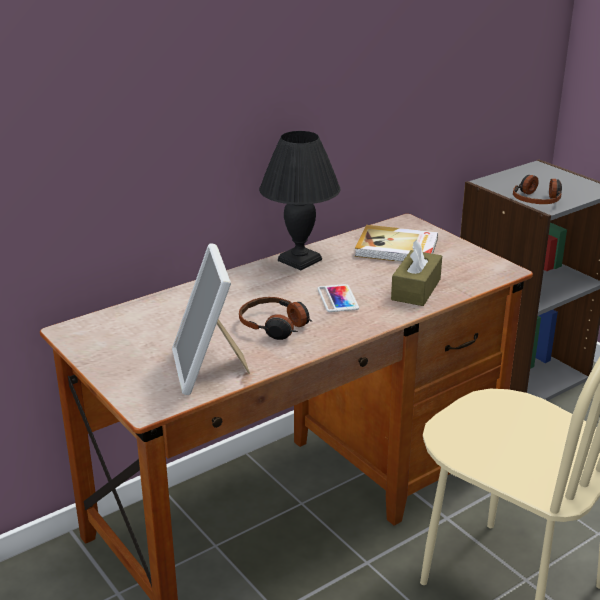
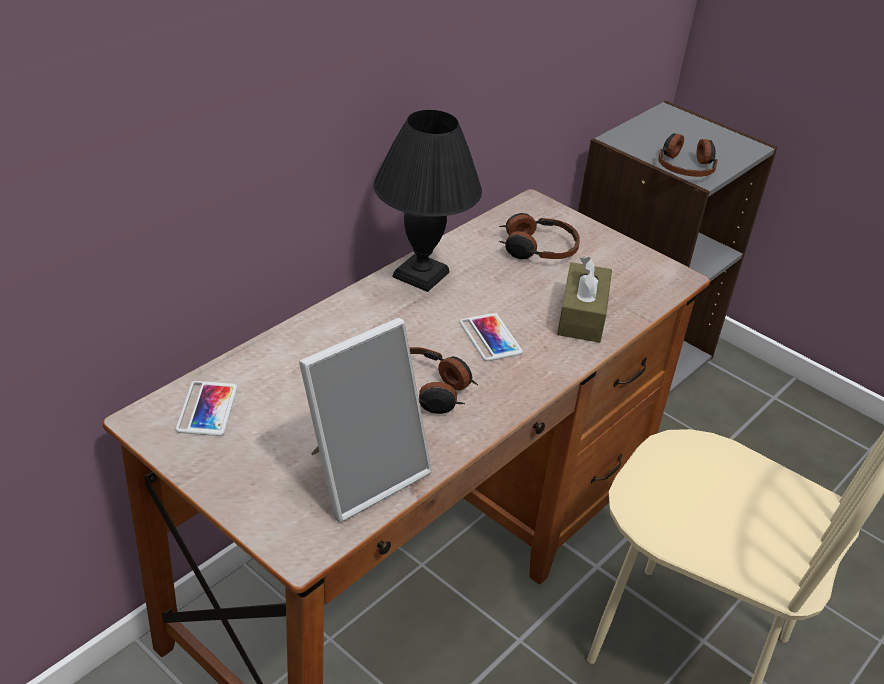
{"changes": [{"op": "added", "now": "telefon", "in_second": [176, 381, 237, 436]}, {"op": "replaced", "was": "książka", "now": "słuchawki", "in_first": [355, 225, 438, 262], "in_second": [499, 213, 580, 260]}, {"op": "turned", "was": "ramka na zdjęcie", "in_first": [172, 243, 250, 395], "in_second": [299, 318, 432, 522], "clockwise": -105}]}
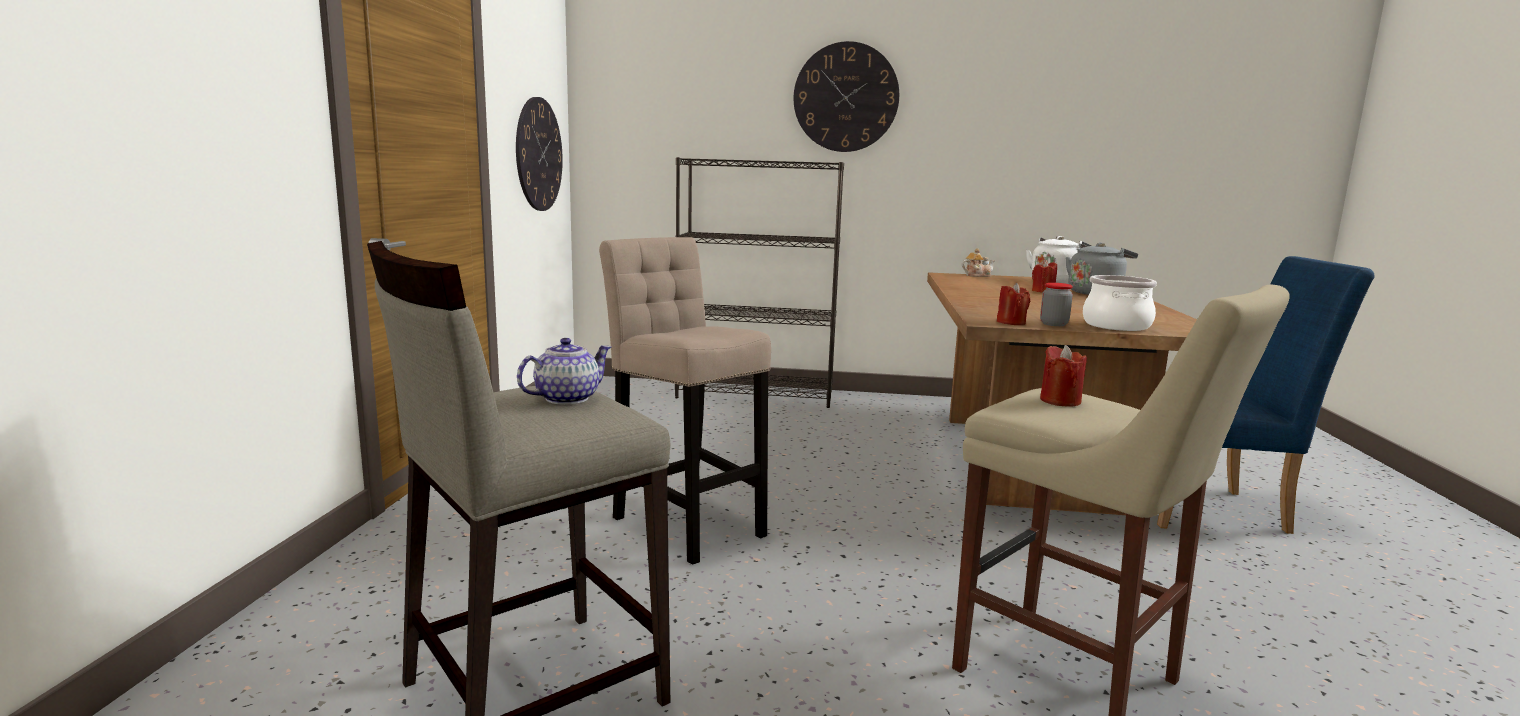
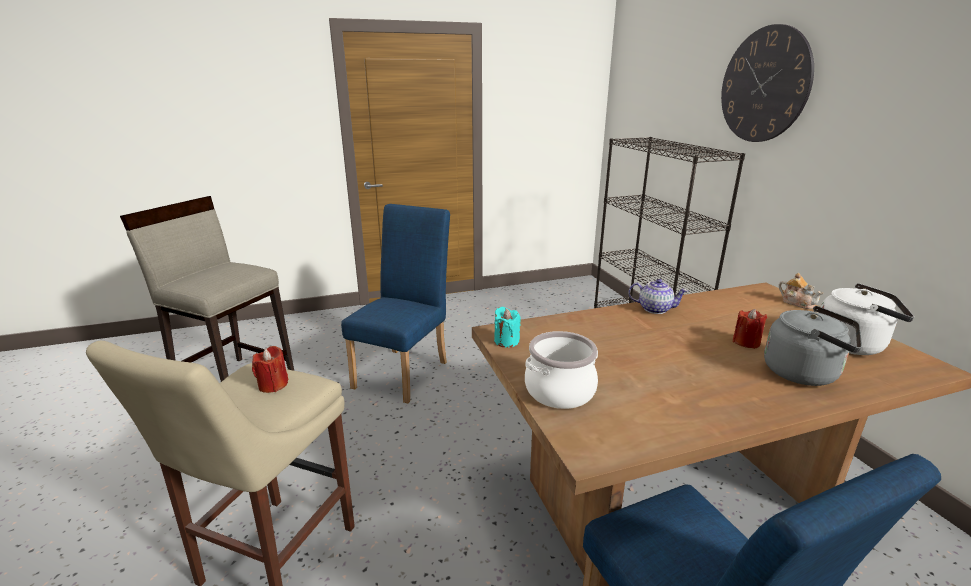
{"changes": [{"op": "removed", "was": "zegar ścienny", "in_first": [516, 97, 563, 211]}, {"op": "removed", "was": "słoik", "in_first": [1040, 283, 1073, 326]}, {"op": "moved", "was": "imbryk", "in_first": [517, 338, 611, 405], "in_second": [628, 279, 688, 314]}, {"op": "replaced", "was": "stołek/beżowy", "now": "krzesło/niebieski", "in_first": [599, 237, 771, 565], "in_second": [341, 204, 450, 403]}, {"op": "recoloured", "was": "świeca/czerwony", "now": "świeca/turkusowy", "in_first": [997, 283, 1030, 325], "in_second": [494, 307, 520, 347]}]}
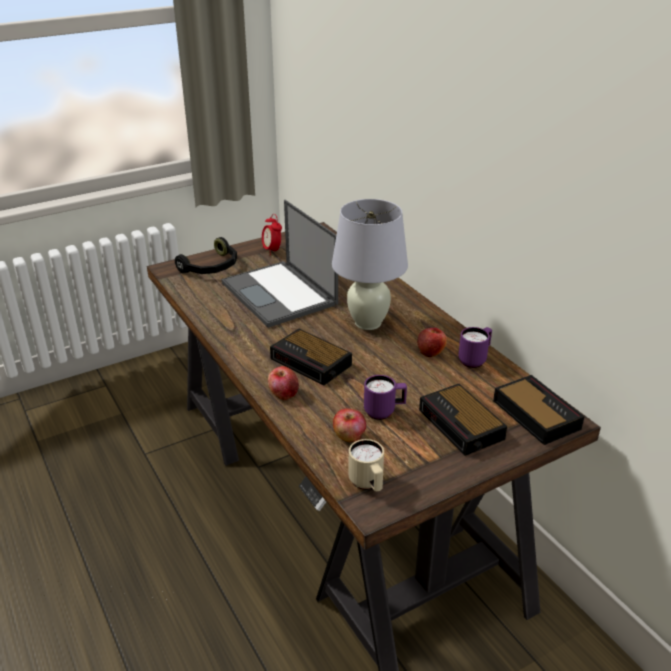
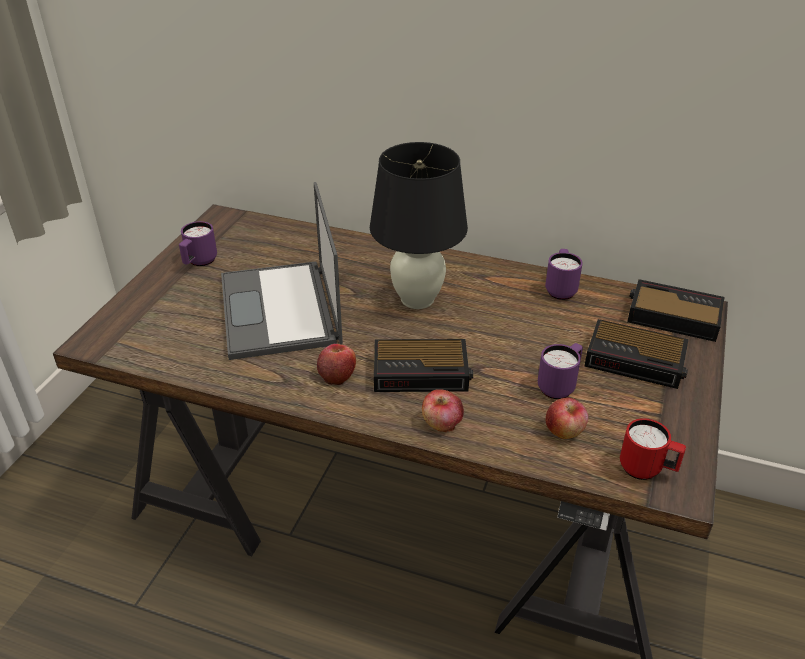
{"changes": [{"op": "removed", "was": "słuchawki/czarny", "in_first": [175, 237, 237, 274]}, {"op": "moved", "was": "jabłko", "in_first": [417, 328, 447, 357], "in_second": [317, 344, 356, 385]}, {"op": "replaced", "was": "budzik", "now": "kubek/fioletowy", "in_first": [262, 214, 282, 256], "in_second": [179, 221, 217, 266]}, {"op": "recoloured", "was": "lampa stołowa/biały", "now": "lampa stołowa/czarny", "in_first": [332, 199, 408, 330], "in_second": [370, 142, 468, 309]}, {"op": "recoloured", "was": "kubek/beżowy", "now": "kubek/czerwony", "in_first": [348, 439, 384, 492], "in_second": [620, 418, 686, 480]}, {"op": "turned", "was": "laptop", "in_first": [221, 200, 338, 328], "in_second": [221, 182, 343, 360], "clockwise": 60}]}
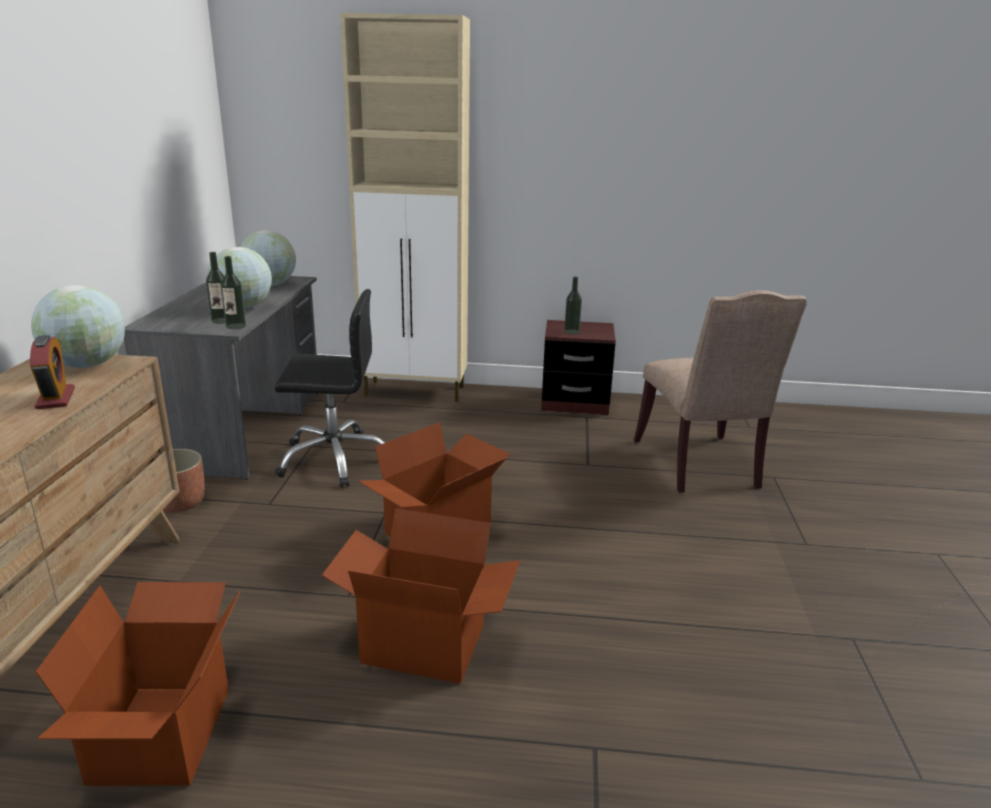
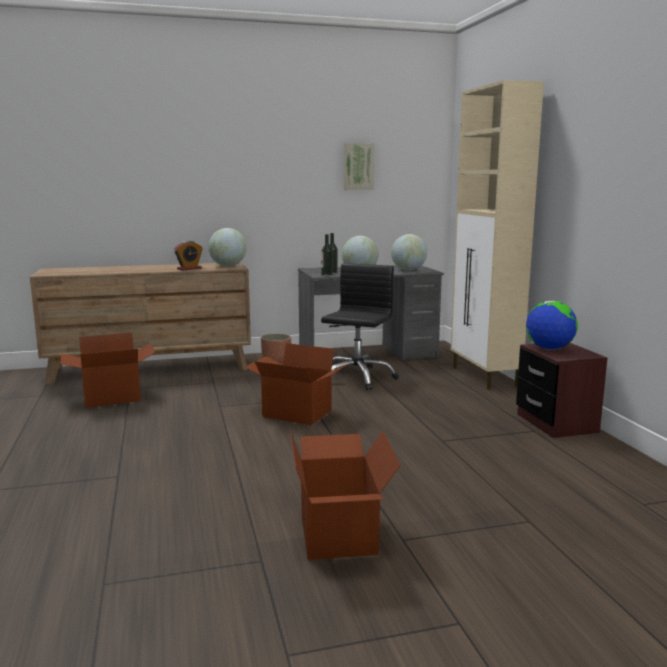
{"changes": [{"op": "removed", "was": "krzesło/beżowy", "in_first": [634, 290, 807, 493]}, {"op": "added", "now": "obraz", "in_second": [343, 143, 374, 190]}, {"op": "moved", "was": "karton", "in_first": [322, 508, 520, 684], "in_second": [290, 431, 401, 560]}, {"op": "replaced", "was": "butelka", "now": "globus", "in_first": [564, 276, 582, 334], "in_second": [526, 301, 578, 350]}, {"op": "turned", "was": "krzesło biurowe/czarny", "in_first": [275, 289, 385, 487], "in_second": [321, 263, 399, 390], "clockwise": -135}]}
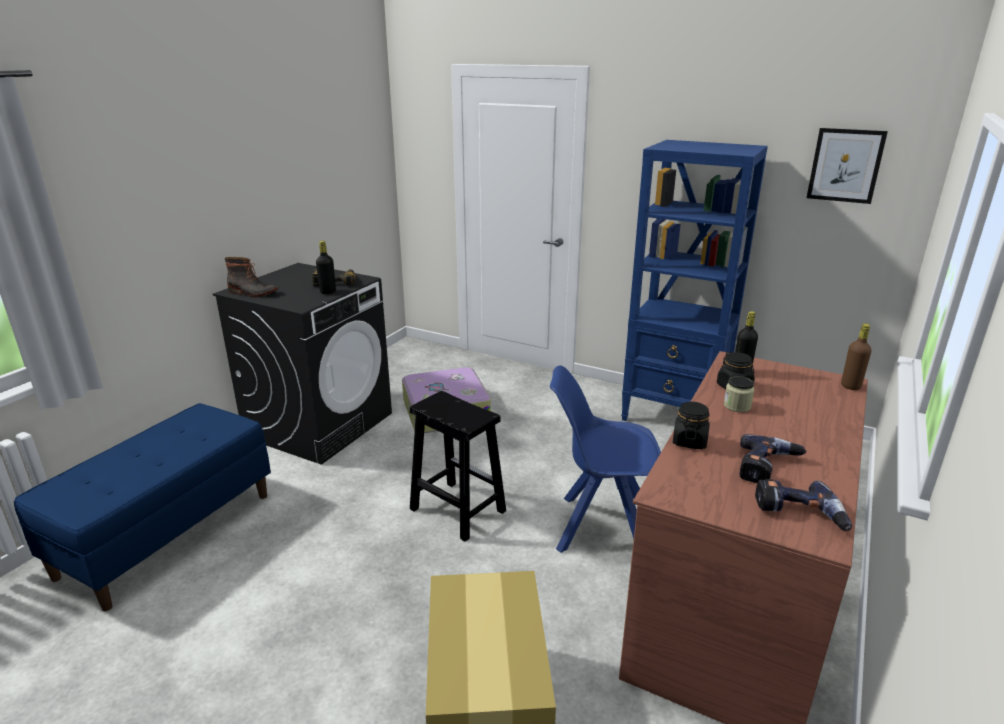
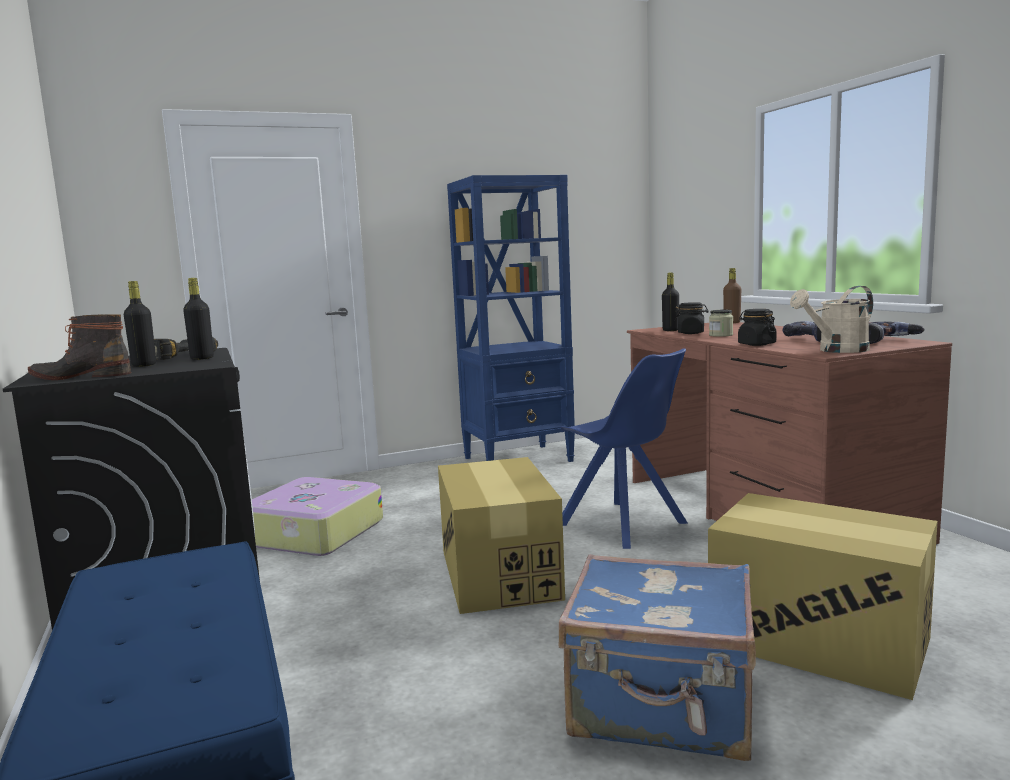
{"changes": [{"op": "removed", "was": "obraz", "in_first": [807, 128, 888, 204]}, {"op": "added", "now": "butelka/czarny", "in_second": [124, 281, 156, 367]}, {"op": "added", "now": "walizka/niebieski", "in_second": [559, 554, 756, 761]}, {"op": "added", "now": "konewka/beżowy", "in_second": [790, 286, 873, 353]}, {"op": "replaced", "was": "stołek/czarny", "now": "karton", "in_first": [410, 391, 506, 542], "in_second": [438, 457, 565, 614]}, {"op": "turned", "was": "but z cholewką", "in_first": [224, 257, 278, 297], "in_second": [28, 314, 131, 380], "clockwise": -150}, {"op": "turned", "was": "krzesło/niebieski", "in_first": [550, 365, 661, 553], "in_second": [560, 348, 688, 549], "clockwise": -90}]}
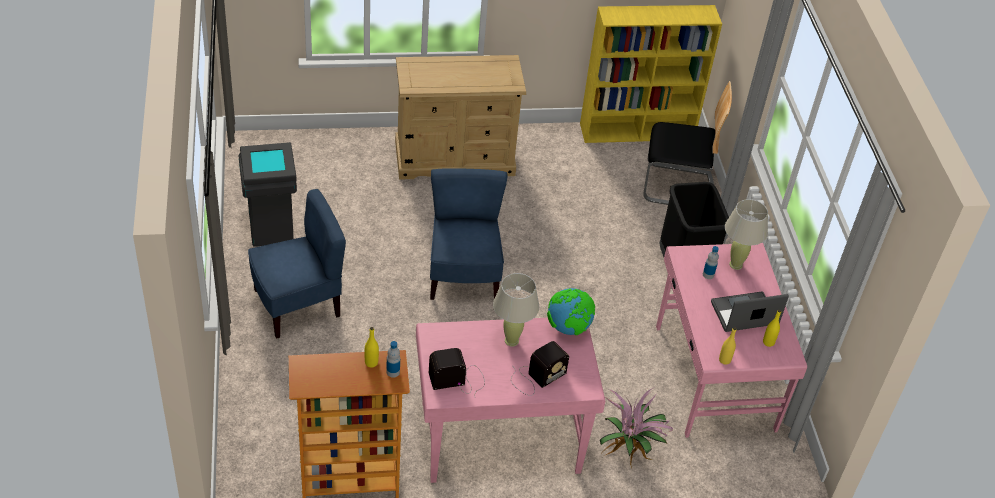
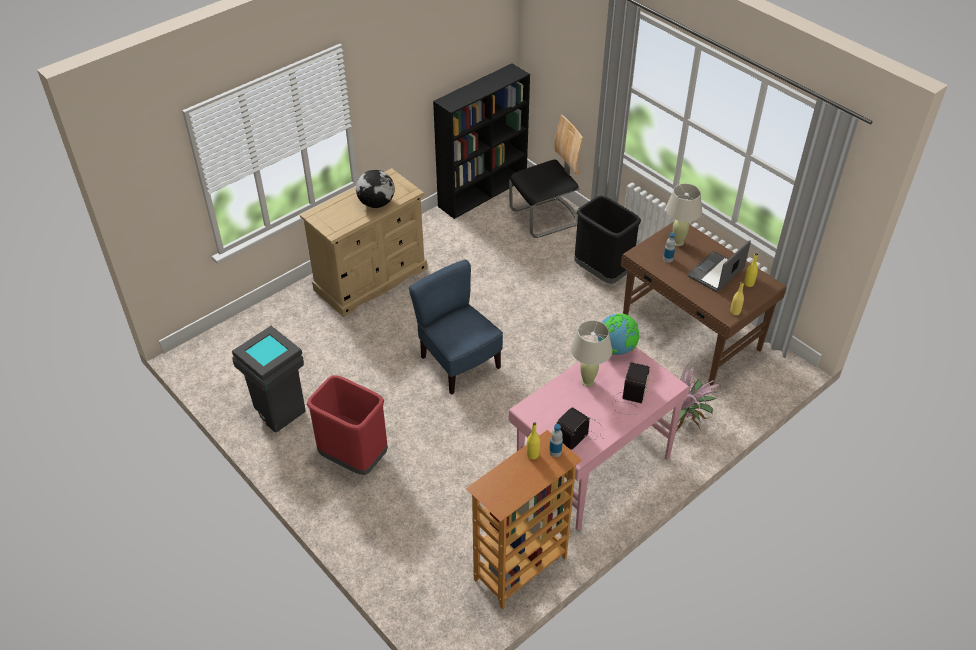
{"changes": [{"op": "added", "now": "globus", "in_second": [356, 170, 395, 208]}, {"op": "replaced", "was": "krzesło/niebieski", "now": "kosz na śmieci/czerwony", "in_first": [248, 189, 346, 339], "in_second": [307, 375, 388, 475]}, {"op": "recoloured", "was": "regał/żółty", "now": "regał/czarny", "in_first": [580, 5, 722, 143], "in_second": [433, 63, 530, 219]}, {"op": "recoloured", "was": "biurko/różowy", "now": "biurko/brązowy", "in_first": [656, 243, 807, 438], "in_second": [621, 222, 786, 386]}]}
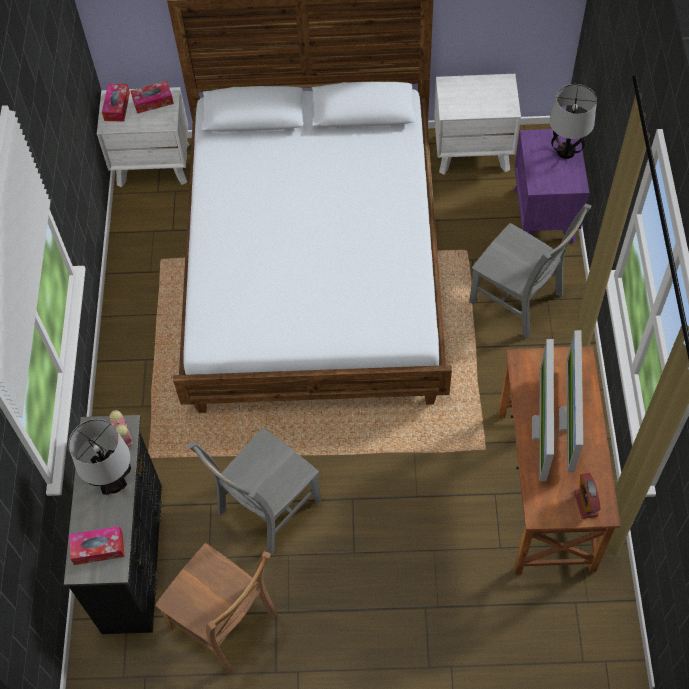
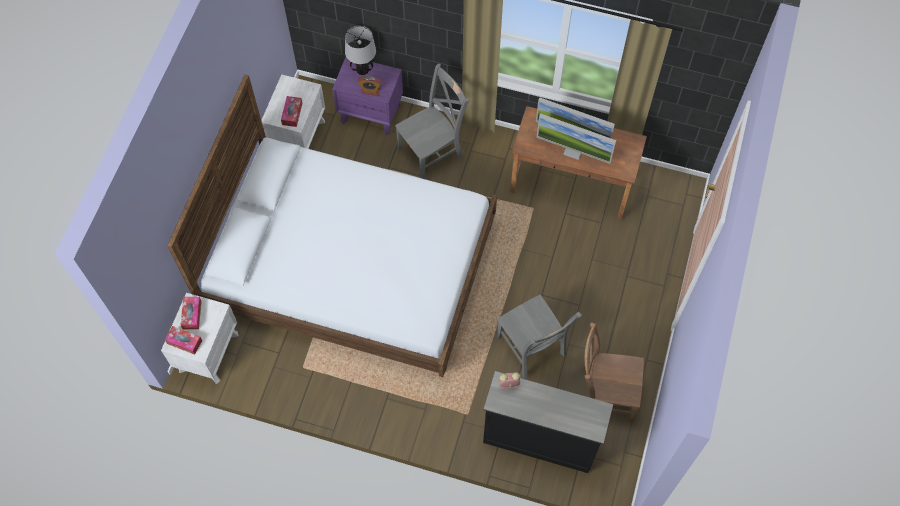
{"changes": [{"op": "removed", "was": "lampa stołowa", "in_first": [69, 419, 131, 495]}, {"op": "moved", "was": "pudełko chusteczek", "in_first": [69, 526, 124, 565], "in_second": [281, 96, 303, 127]}, {"op": "moved", "was": "budzik", "in_first": [574, 473, 601, 519], "in_second": [358, 76, 382, 96]}, {"op": "turned", "was": "krzesło/brązowy", "in_first": [155, 543, 278, 675], "in_second": [582, 322, 644, 422], "clockwise": -135}]}
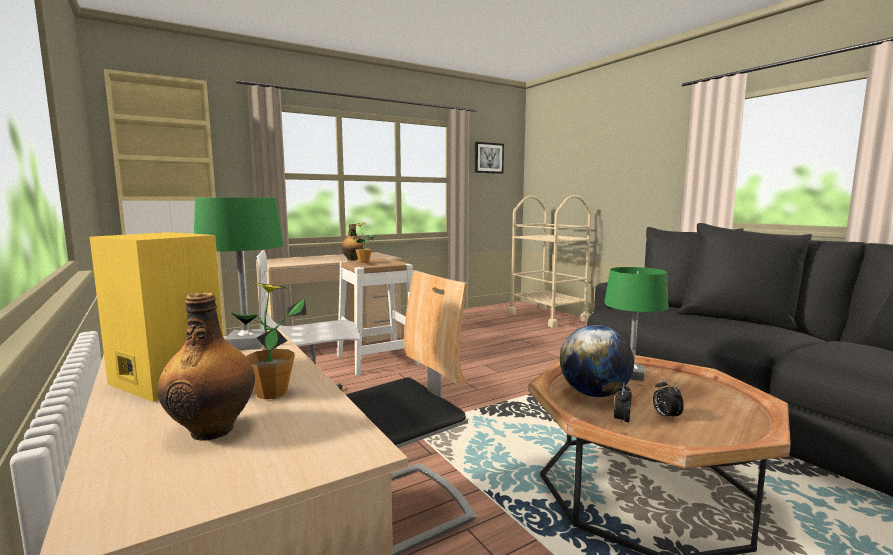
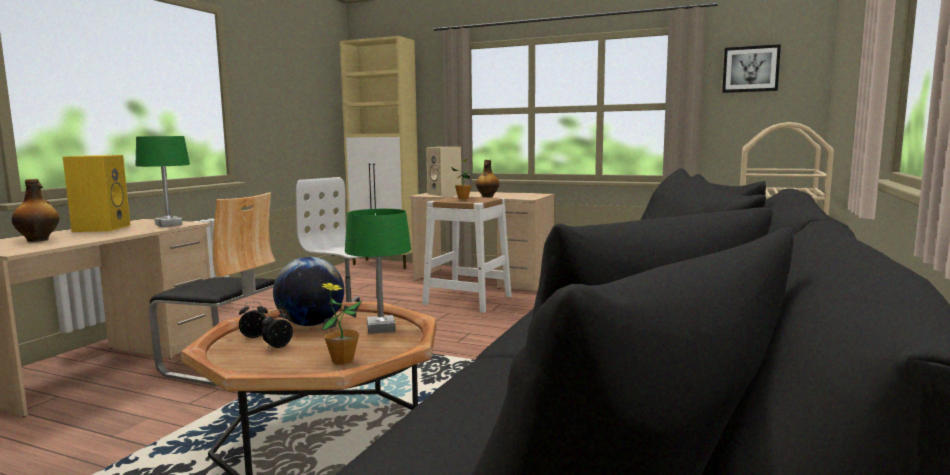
{"changes": [{"op": "added", "now": "głośnik/beżowy", "in_second": [426, 147, 461, 196]}, {"op": "moved", "was": "roślina doniczkowa", "in_first": [230, 283, 307, 399], "in_second": [319, 282, 362, 365]}]}
